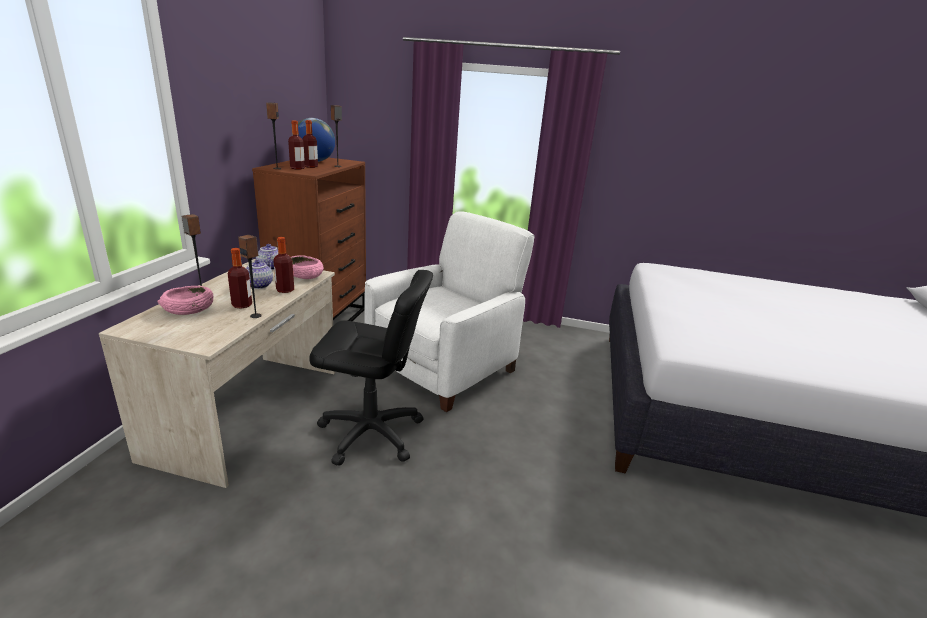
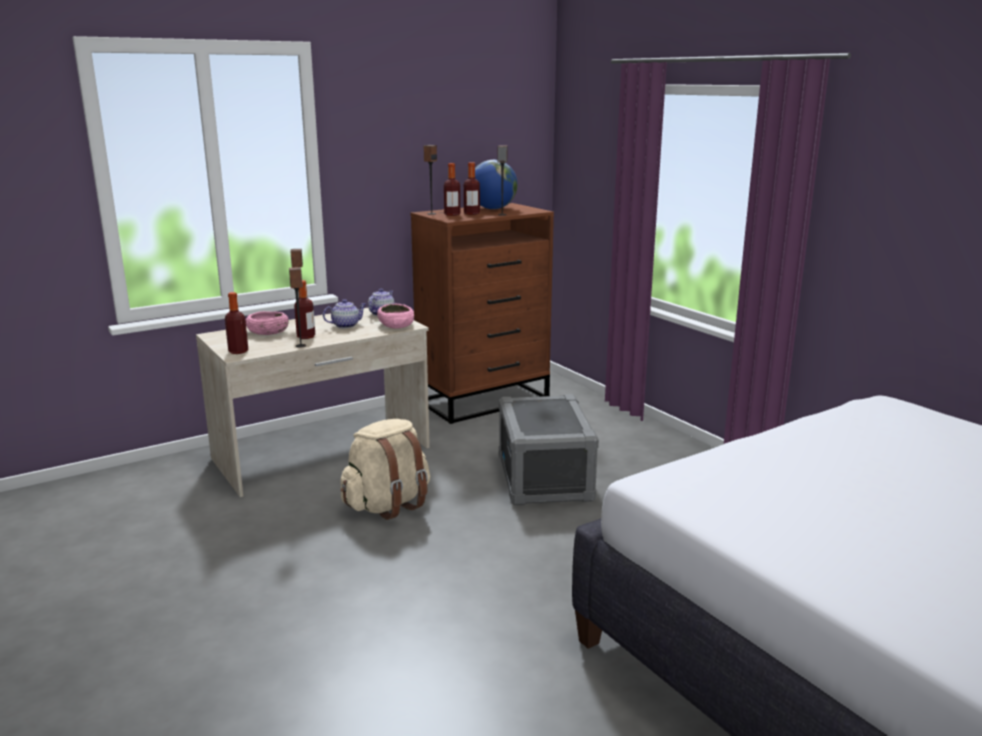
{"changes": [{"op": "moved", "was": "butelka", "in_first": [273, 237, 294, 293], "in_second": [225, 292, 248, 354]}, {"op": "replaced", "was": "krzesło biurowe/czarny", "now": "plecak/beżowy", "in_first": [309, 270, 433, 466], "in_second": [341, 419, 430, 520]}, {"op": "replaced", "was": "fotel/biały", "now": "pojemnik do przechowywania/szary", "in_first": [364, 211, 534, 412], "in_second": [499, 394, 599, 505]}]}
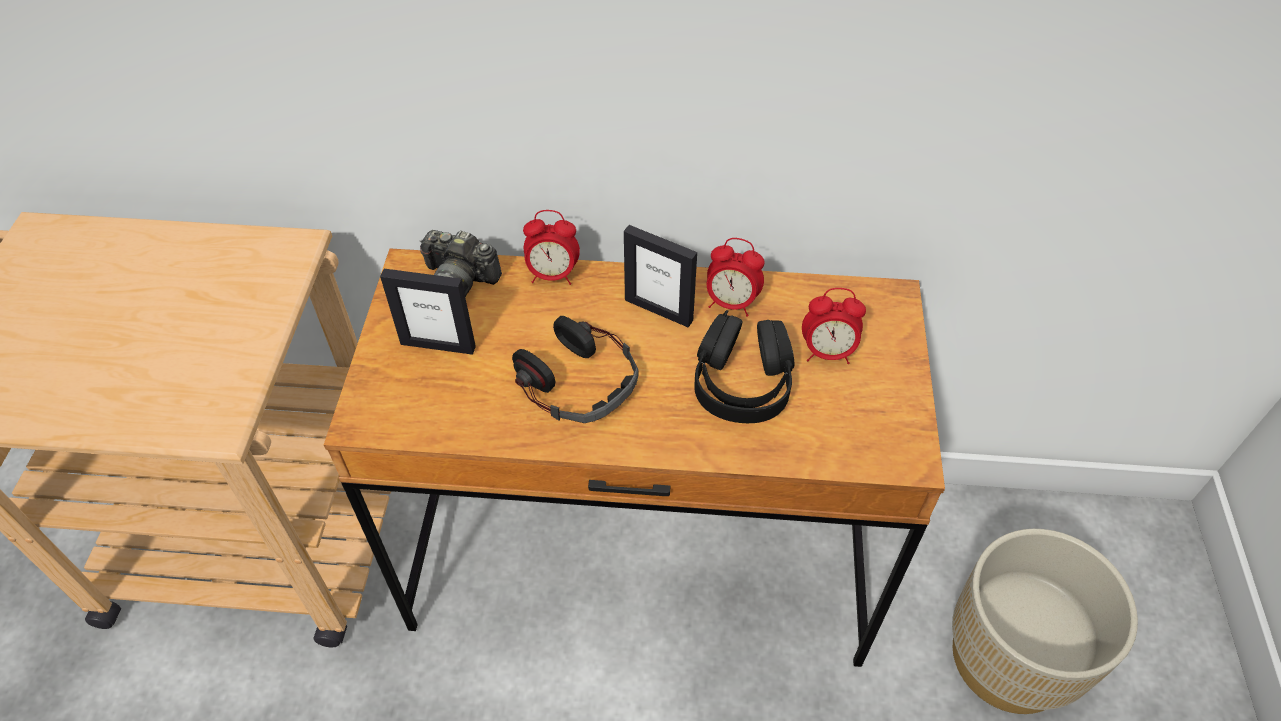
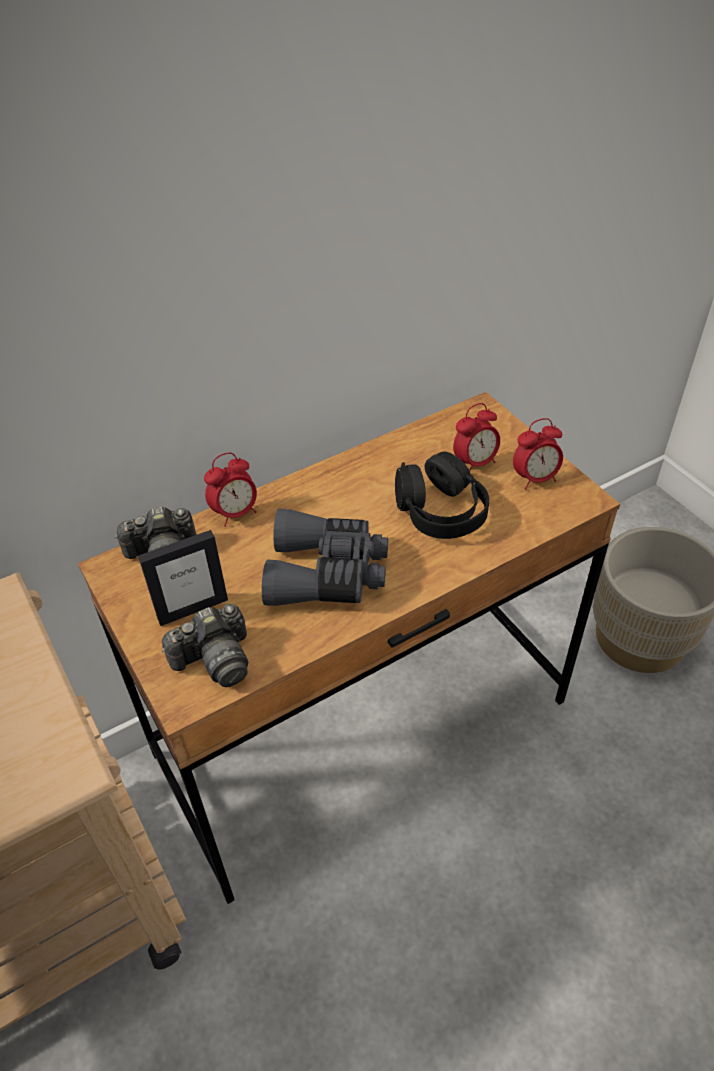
{"changes": [{"op": "removed", "was": "ramka na zdjęcie", "in_first": [624, 225, 697, 327]}, {"op": "added", "now": "aparat fotograficzny", "in_second": [162, 604, 248, 687]}, {"op": "moved", "was": "budzik", "in_first": [707, 238, 764, 317], "in_second": [513, 418, 563, 490]}, {"op": "replaced", "was": "słuchawki", "now": "lornetka/szary", "in_first": [512, 316, 639, 423], "in_second": [262, 509, 388, 606]}]}
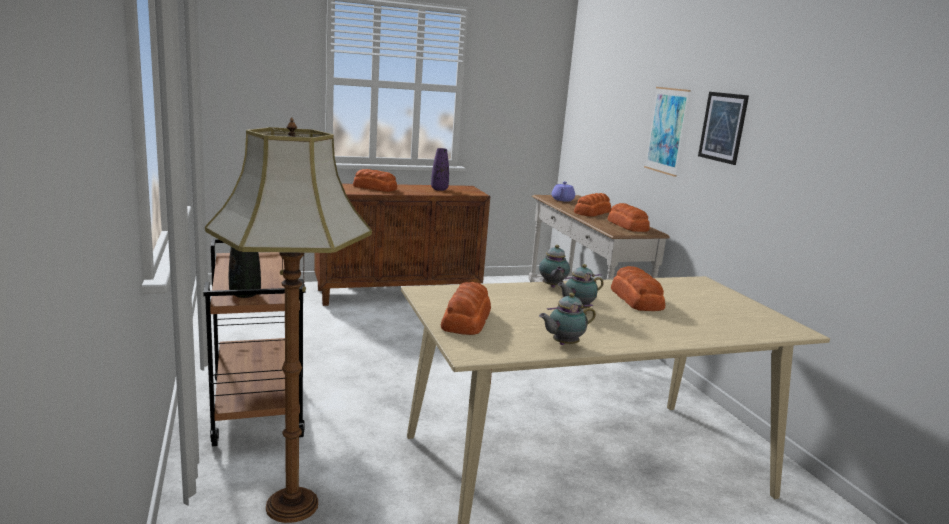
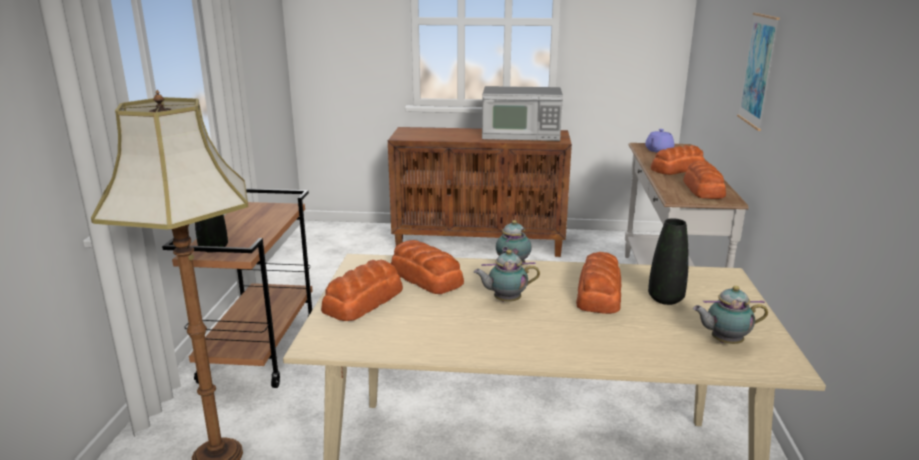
{"changes": [{"op": "removed", "was": "obraz", "in_first": [698, 92, 749, 165]}, {"op": "added", "now": "wazon/czarny", "in_second": [648, 218, 689, 305]}, {"op": "moved", "was": "chleb", "in_first": [353, 169, 397, 192], "in_second": [391, 240, 464, 294]}, {"op": "moved", "was": "imbryk", "in_first": [539, 293, 596, 345], "in_second": [693, 286, 768, 344]}, {"op": "replaced", "was": "wazon/fioletowy", "now": "mikrofalówka", "in_first": [431, 148, 449, 191], "in_second": [482, 86, 563, 141]}]}
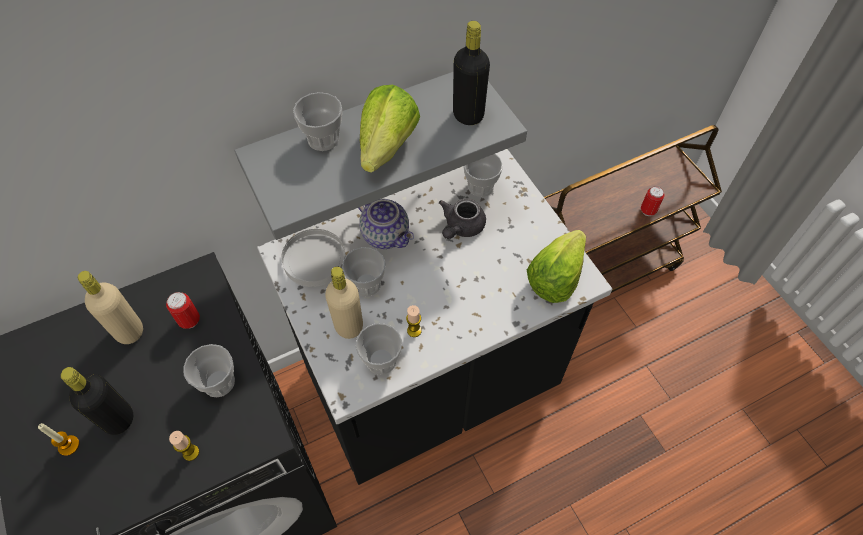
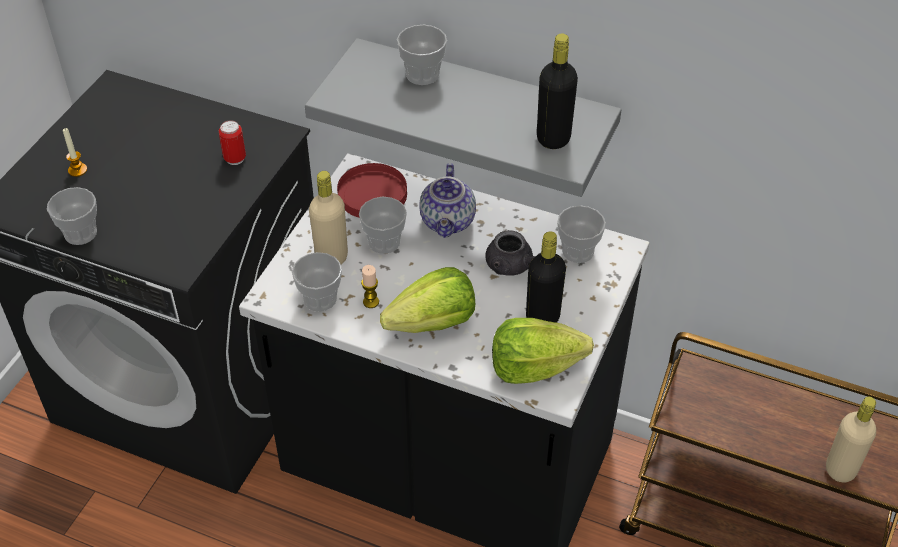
{"changes": [{"op": "removed", "was": "świeca", "in_first": [169, 431, 199, 461]}, {"op": "removed", "was": "puszka", "in_first": [641, 186, 665, 216]}, {"op": "moved", "was": "butelka/czarny", "in_first": [61, 367, 133, 435], "in_second": [526, 231, 566, 323]}, {"op": "moved", "was": "butelka/beżowy", "in_first": [78, 271, 143, 344], "in_second": [826, 397, 876, 482]}, {"op": "moved", "was": "filiżanka", "in_first": [183, 344, 235, 397], "in_second": [47, 187, 97, 245]}, {"op": "moved", "was": "sałata", "in_first": [360, 85, 420, 173], "in_second": [380, 267, 475, 333]}, {"op": "recoloured", "was": "talerz/biały", "now": "talerz/czerwony", "in_first": [281, 229, 346, 287], "in_second": [337, 163, 407, 218]}, {"op": "turned", "was": "imbryk/szary", "in_first": [439, 198, 486, 239], "in_second": [486, 230, 541, 276], "clockwise": -135}]}
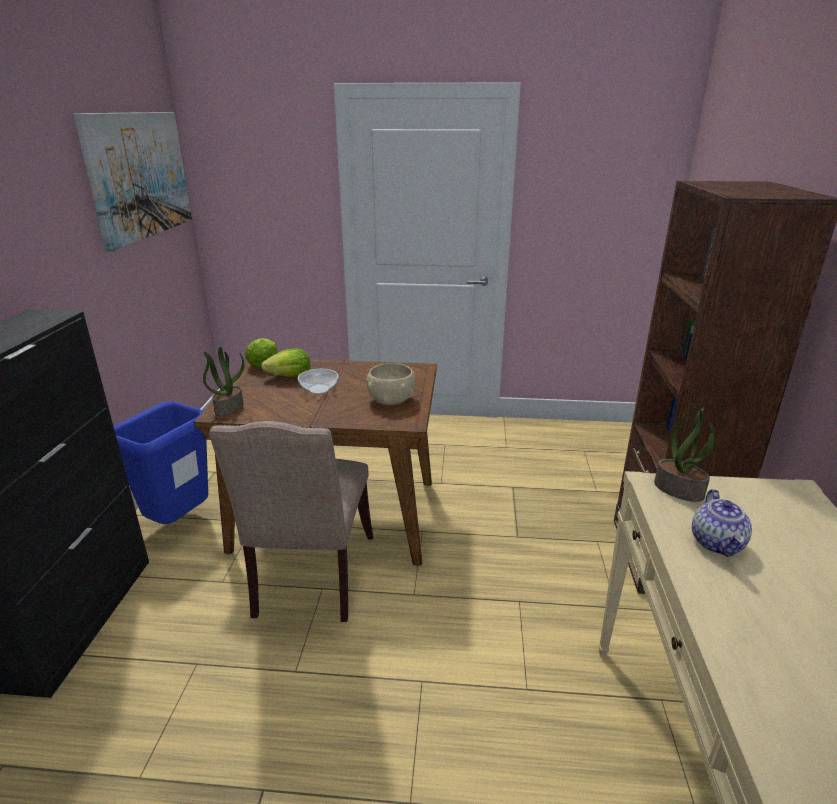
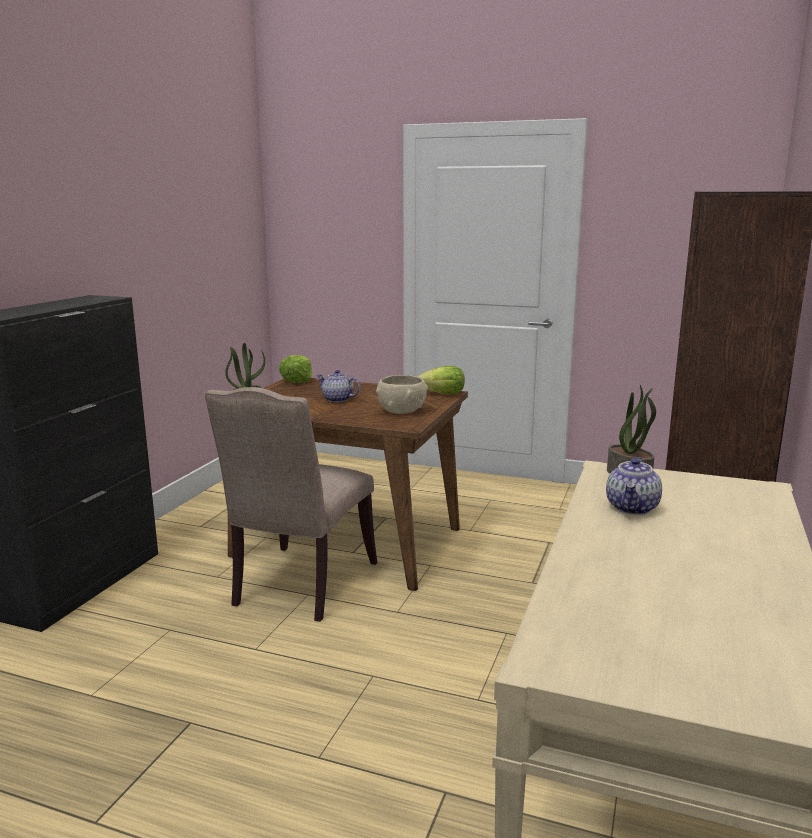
{"changes": [{"op": "removed", "was": "obraz", "in_first": [73, 112, 192, 251]}, {"op": "removed", "was": "kosz na śmieci/niebieski", "in_first": [114, 401, 208, 524]}, {"op": "moved", "was": "sałata", "in_first": [261, 348, 310, 377], "in_second": [417, 366, 465, 395]}, {"op": "replaced", "was": "miska", "now": "imbryk", "in_first": [298, 369, 338, 394], "in_second": [316, 370, 360, 403]}]}
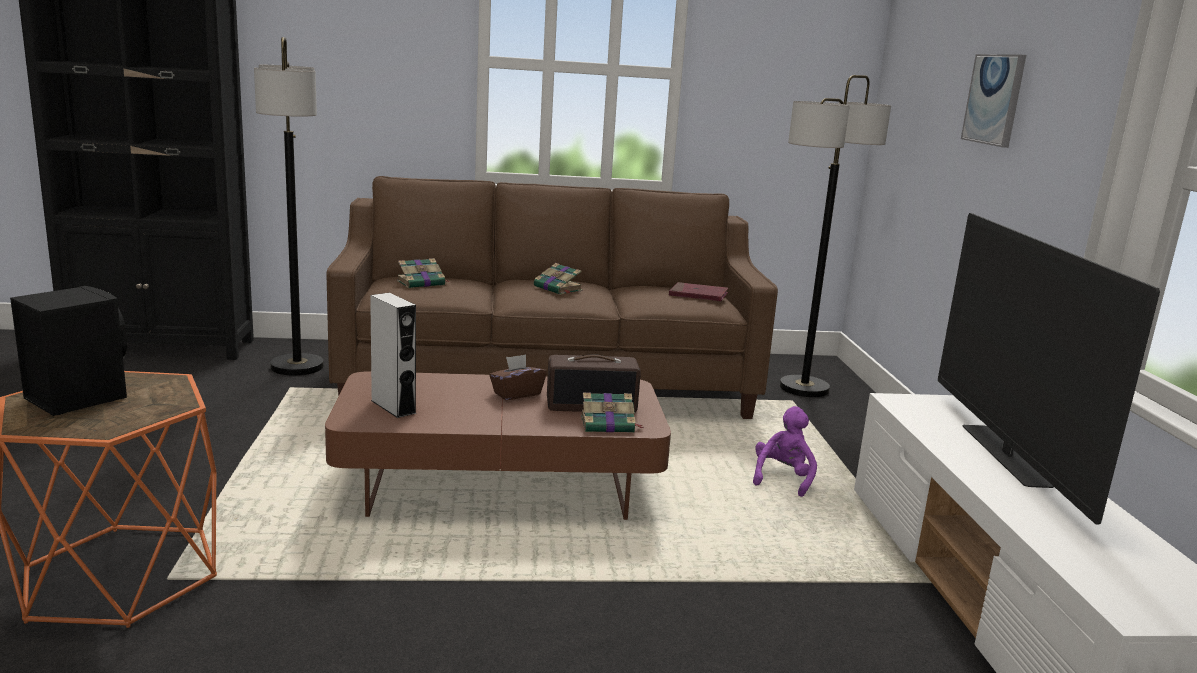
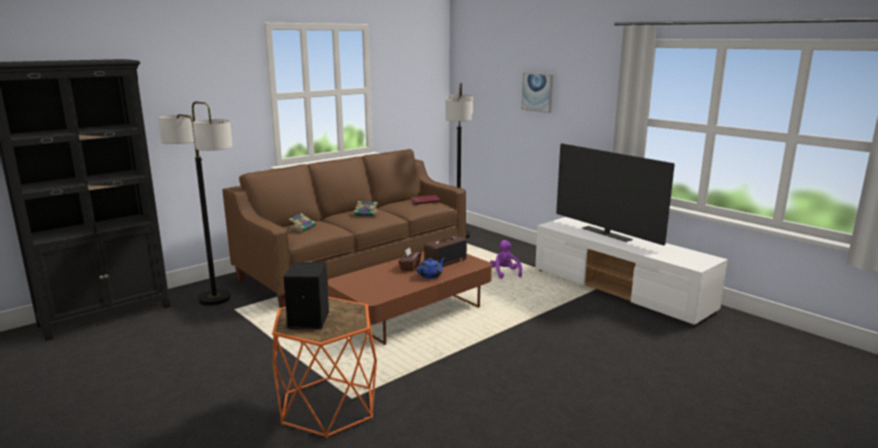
{"changes": [{"op": "removed", "was": "głośnik/szary", "in_first": [370, 293, 417, 418]}, {"op": "removed", "was": "książka", "in_first": [581, 392, 644, 433]}, {"op": "added", "now": "imbryk/niebieski", "in_second": [417, 257, 445, 279]}]}
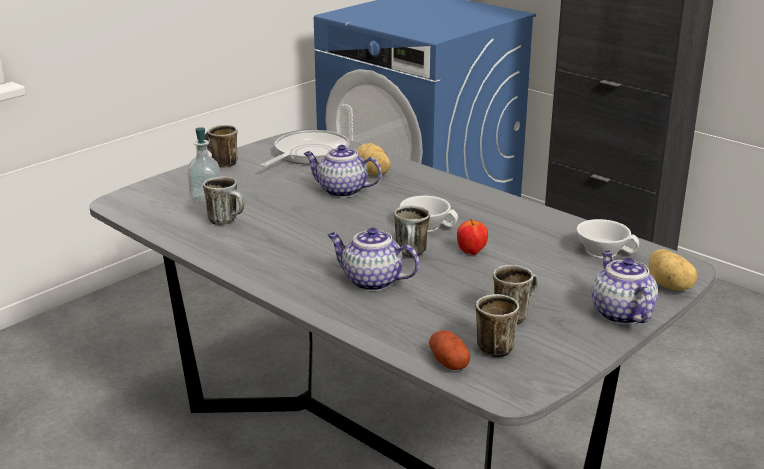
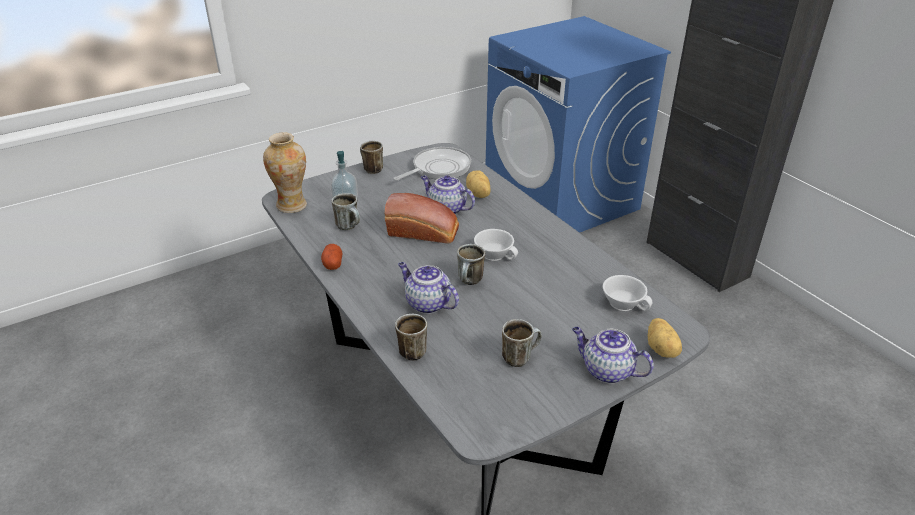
{"changes": [{"op": "removed", "was": "jabłko", "in_first": [457, 219, 488, 255]}, {"op": "added", "now": "wazon", "in_second": [263, 132, 307, 213]}, {"op": "added", "now": "chleb", "in_second": [384, 193, 459, 244]}, {"op": "moved", "was": "ziemniak", "in_first": [429, 330, 470, 370], "in_second": [321, 244, 342, 270]}, {"op": "moved", "was": "kubek", "in_first": [476, 294, 519, 358], "in_second": [395, 314, 427, 361]}, {"op": "turned", "was": "imbryk", "in_first": [592, 251, 658, 324], "in_second": [572, 327, 654, 384], "clockwise": -60}]}
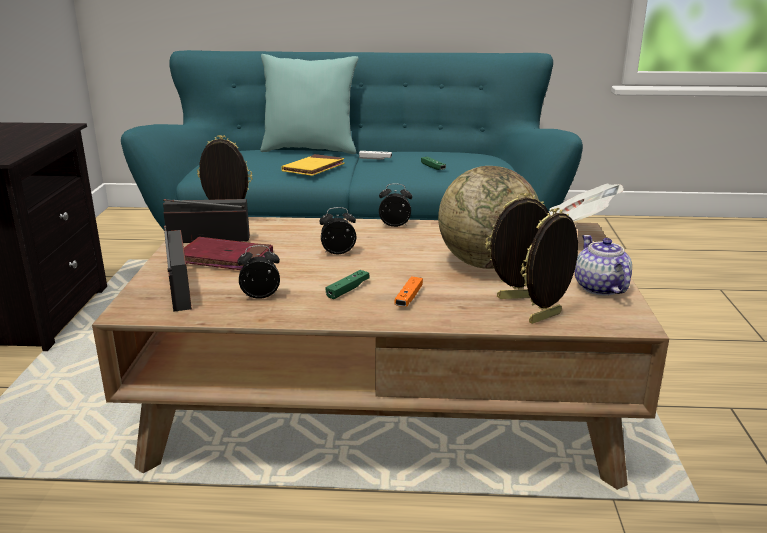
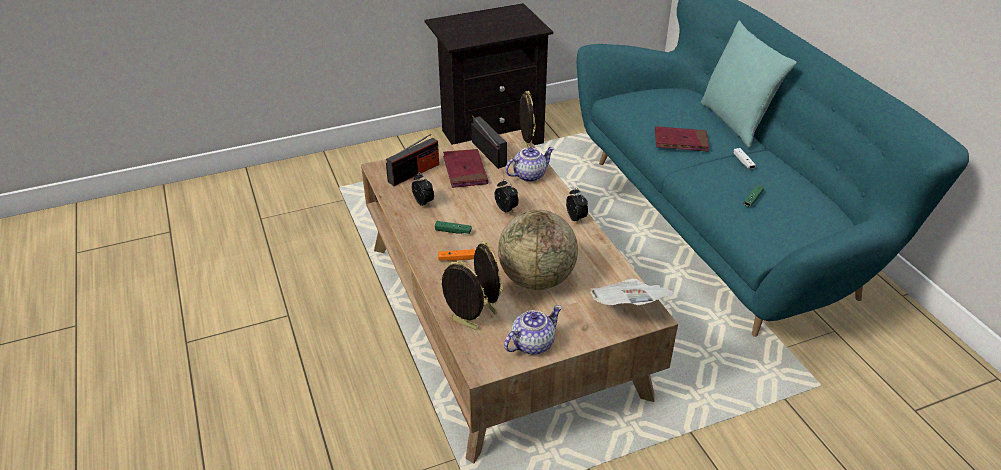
{"changes": [{"op": "added", "now": "imbryk", "in_second": [505, 147, 555, 182]}, {"op": "recoloured", "was": "książka/żółty", "now": "książka/czerwony", "in_first": [281, 154, 345, 176], "in_second": [655, 126, 709, 152]}]}
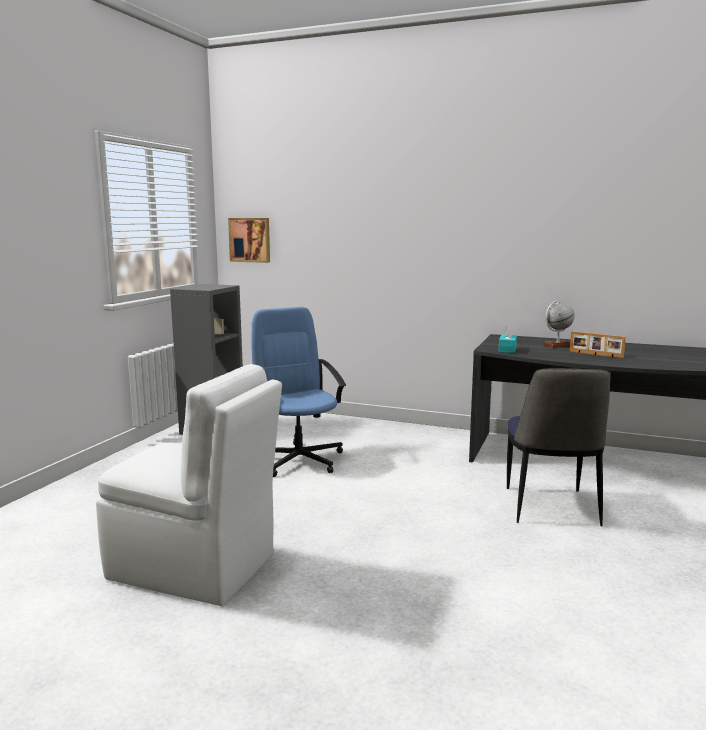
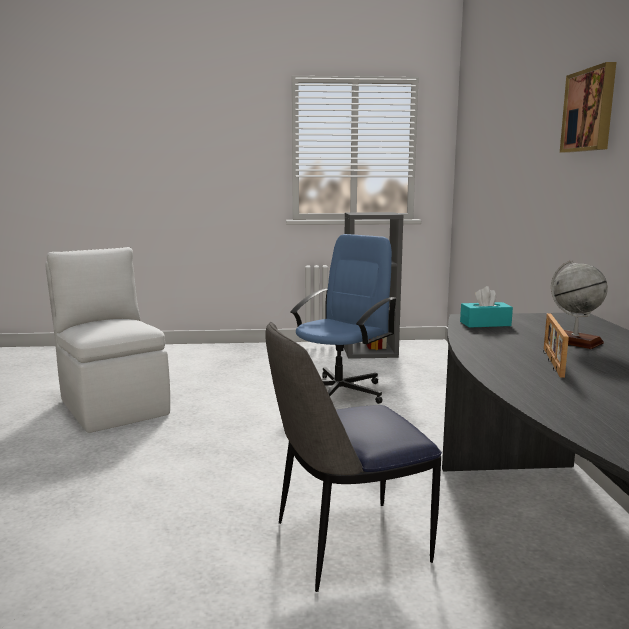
{"changes": [{"op": "moved", "was": "obraz", "in_first": [228, 218, 270, 263], "in_second": [560, 62, 616, 153]}, {"op": "turned", "was": "krzesło/biały", "in_first": [96, 364, 282, 606], "in_second": [45, 247, 170, 433], "clockwise": 150}]}
